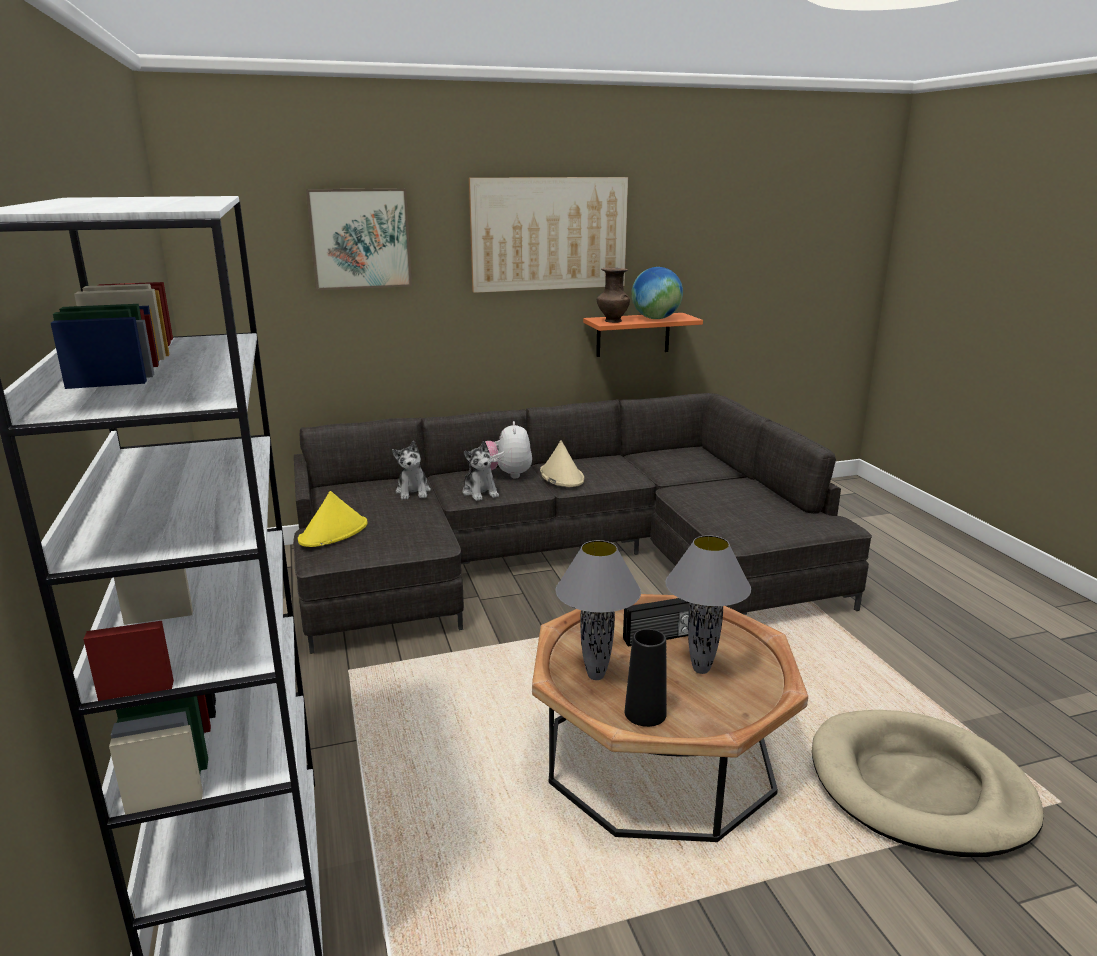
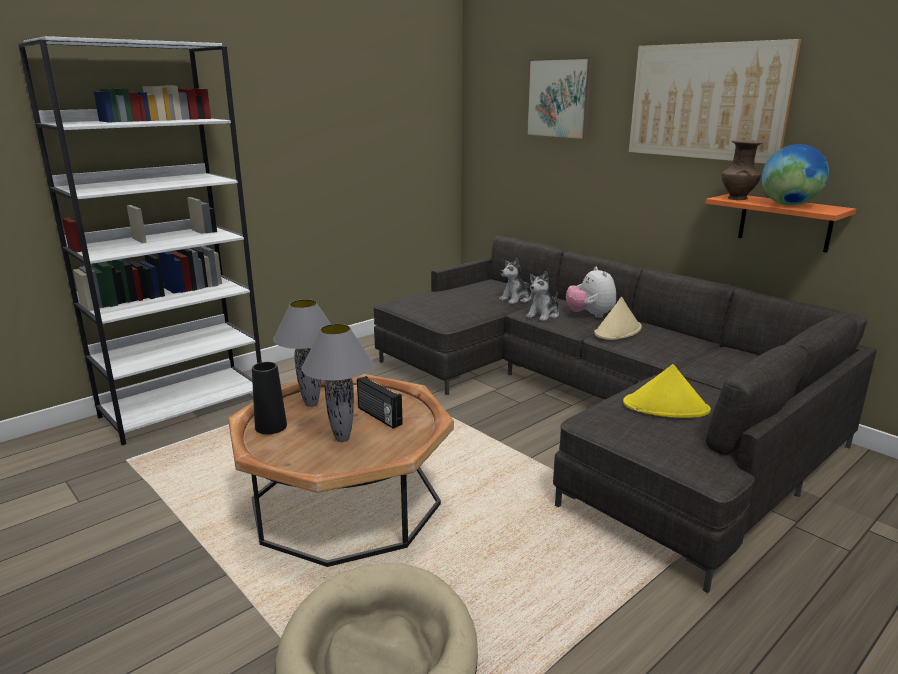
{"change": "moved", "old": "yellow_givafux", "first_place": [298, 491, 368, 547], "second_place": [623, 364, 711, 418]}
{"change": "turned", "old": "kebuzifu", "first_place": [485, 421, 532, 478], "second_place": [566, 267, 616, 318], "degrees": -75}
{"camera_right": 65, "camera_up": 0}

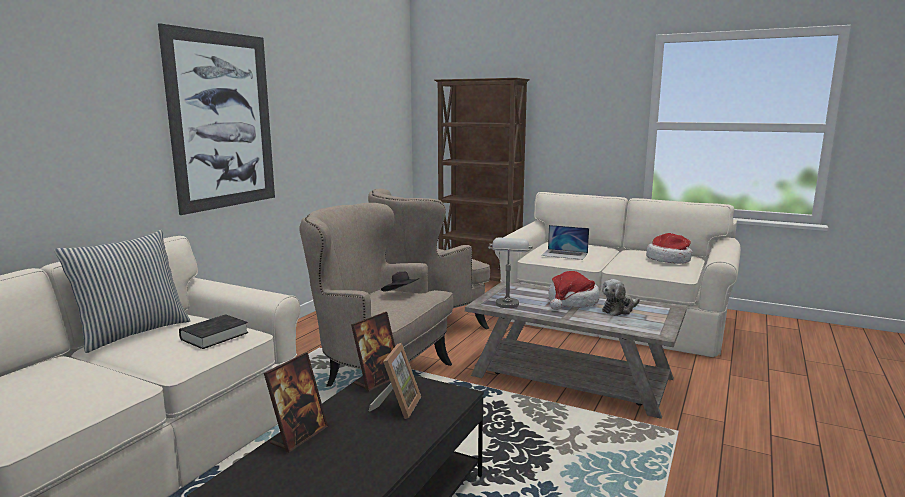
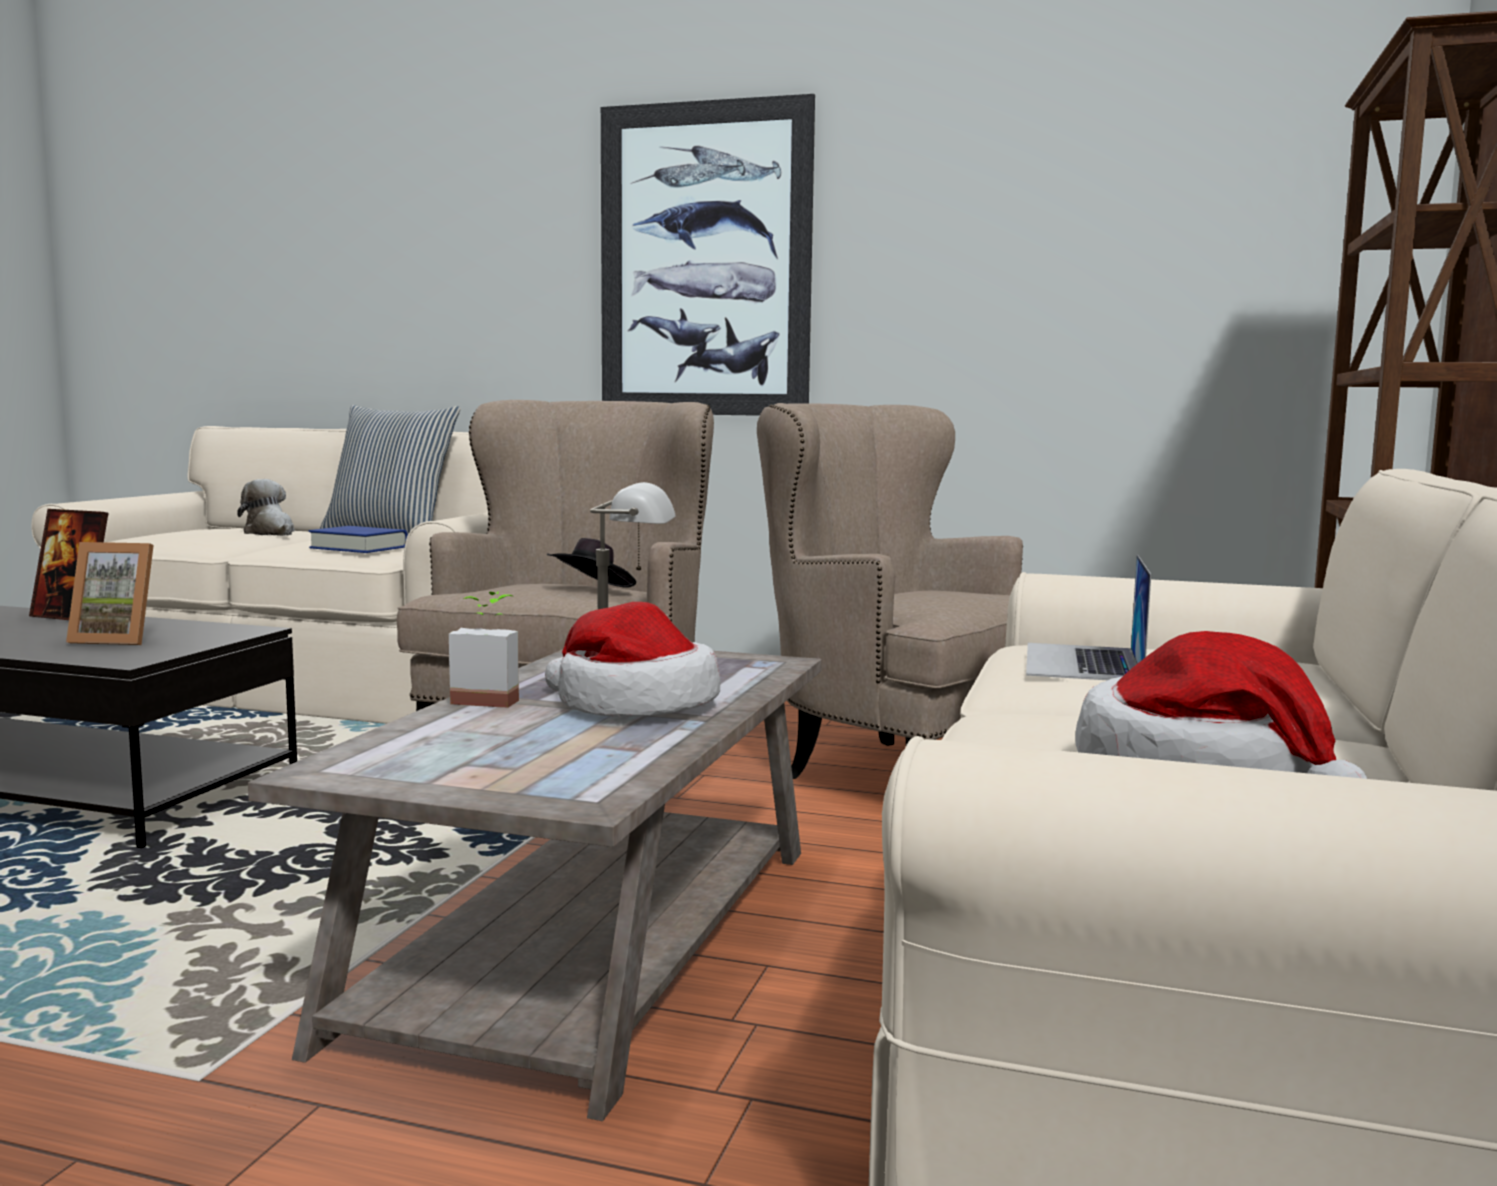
{"change": "removed", "old": "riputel", "first_place": [351, 312, 395, 391]}
{"change": "added", "new": "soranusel", "second_place": [449, 591, 519, 708]}
{"change": "moved", "old": "kebuzifu", "first_place": [602, 279, 640, 316], "second_place": [237, 479, 294, 536]}
{"change": "recoloured", "old": "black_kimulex", "new": "blue_kimulex", "first_place": [179, 314, 248, 349], "second_place": [309, 526, 408, 553]}
{"camera_right": 80, "camera_up": -5}

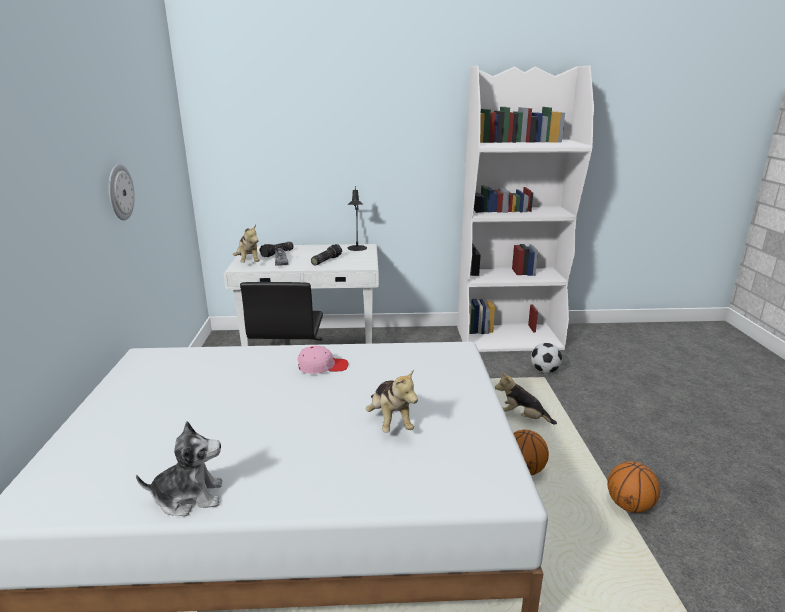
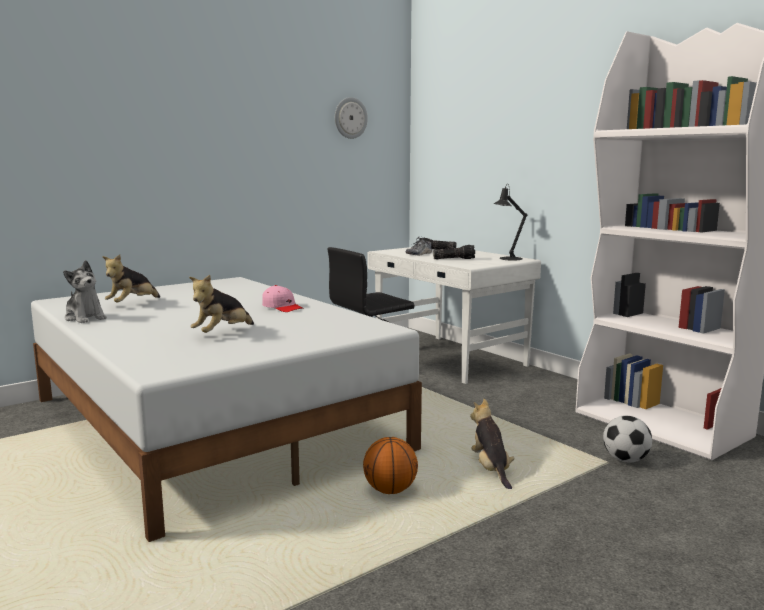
{"change": "removed", "old": "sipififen", "first_place": [607, 461, 660, 513]}
{"change": "moved", "old": "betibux", "first_place": [109, 164, 135, 220], "second_place": [335, 97, 368, 139]}
{"change": "moved", "old": "kebuzifu", "first_place": [233, 225, 259, 263], "second_place": [102, 254, 160, 303]}
{"camera_right": 55, "camera_up": -10}

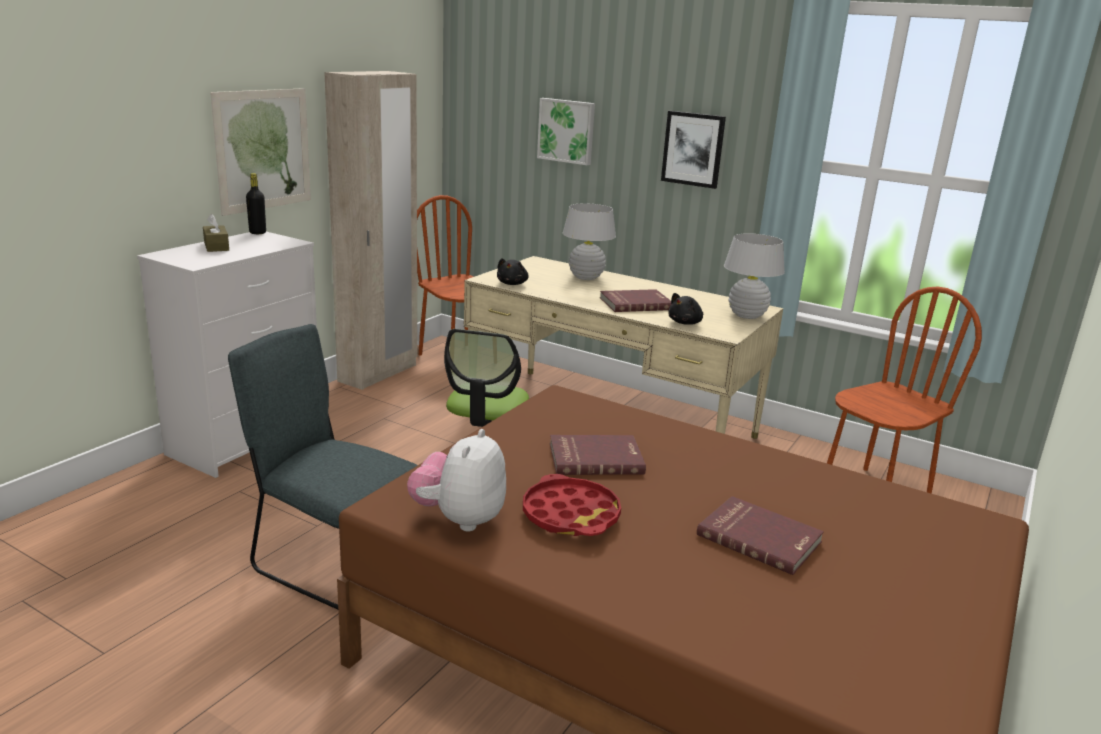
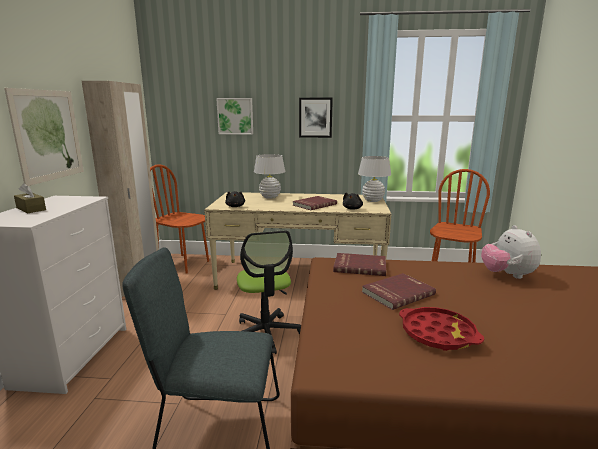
{"change": "removed", "old": "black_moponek", "first_place": [246, 173, 266, 234]}
{"change": "moved", "old": "kebuzifu", "first_place": [407, 429, 506, 532], "second_place": [481, 225, 541, 279]}
{"change": "moved", "old": "red_kimulex", "first_place": [697, 496, 824, 575], "second_place": [333, 253, 386, 276]}
{"camera_right": -25, "camera_up": -5}

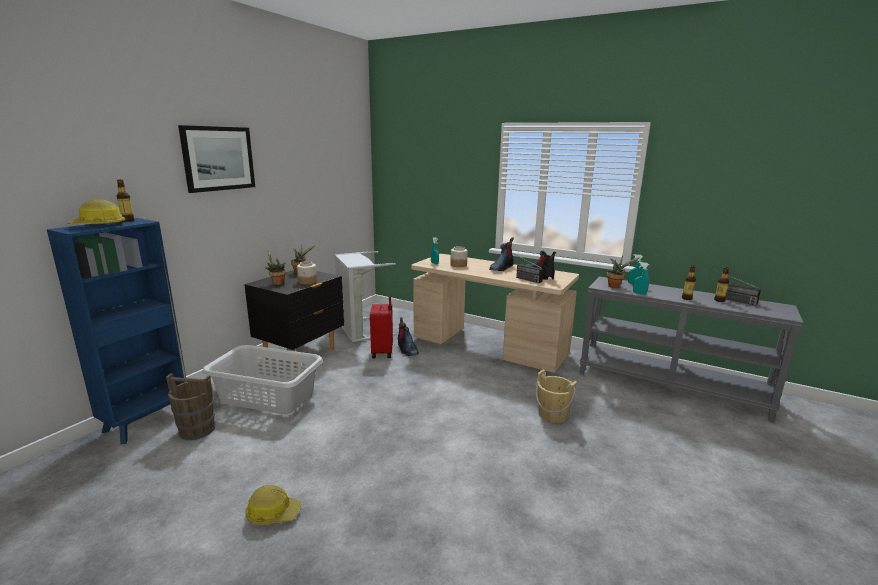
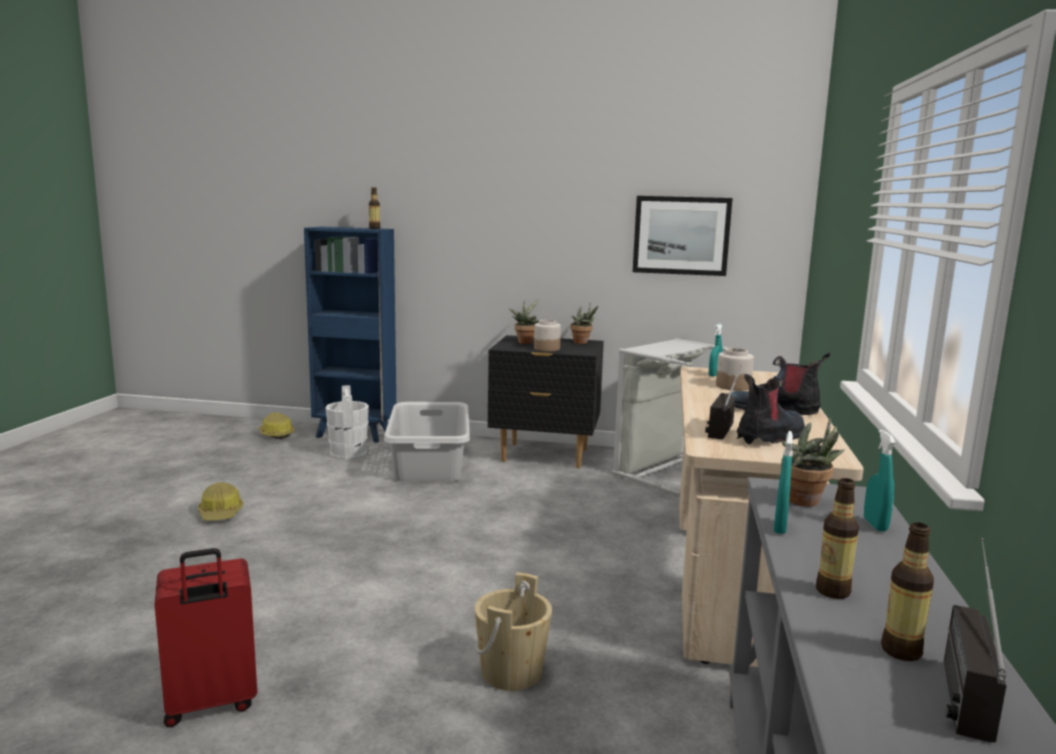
{"change": "removed", "old": "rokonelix", "first_place": [398, 317, 419, 356]}
{"change": "moved", "old": "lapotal", "first_place": [68, 199, 126, 226], "second_place": [258, 412, 295, 439]}
{"change": "moved", "old": "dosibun", "first_place": [178, 125, 255, 193], "second_place": [633, 196, 733, 276]}
{"change": "moved", "old": "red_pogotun", "first_place": [370, 294, 393, 358], "second_place": [155, 548, 257, 727]}
{"change": "recoloured", "old": "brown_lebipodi", "new": "white_lebipodi", "first_place": [166, 373, 215, 440], "second_place": [325, 385, 369, 460]}
{"camera_right": 70, "camera_up": -5}

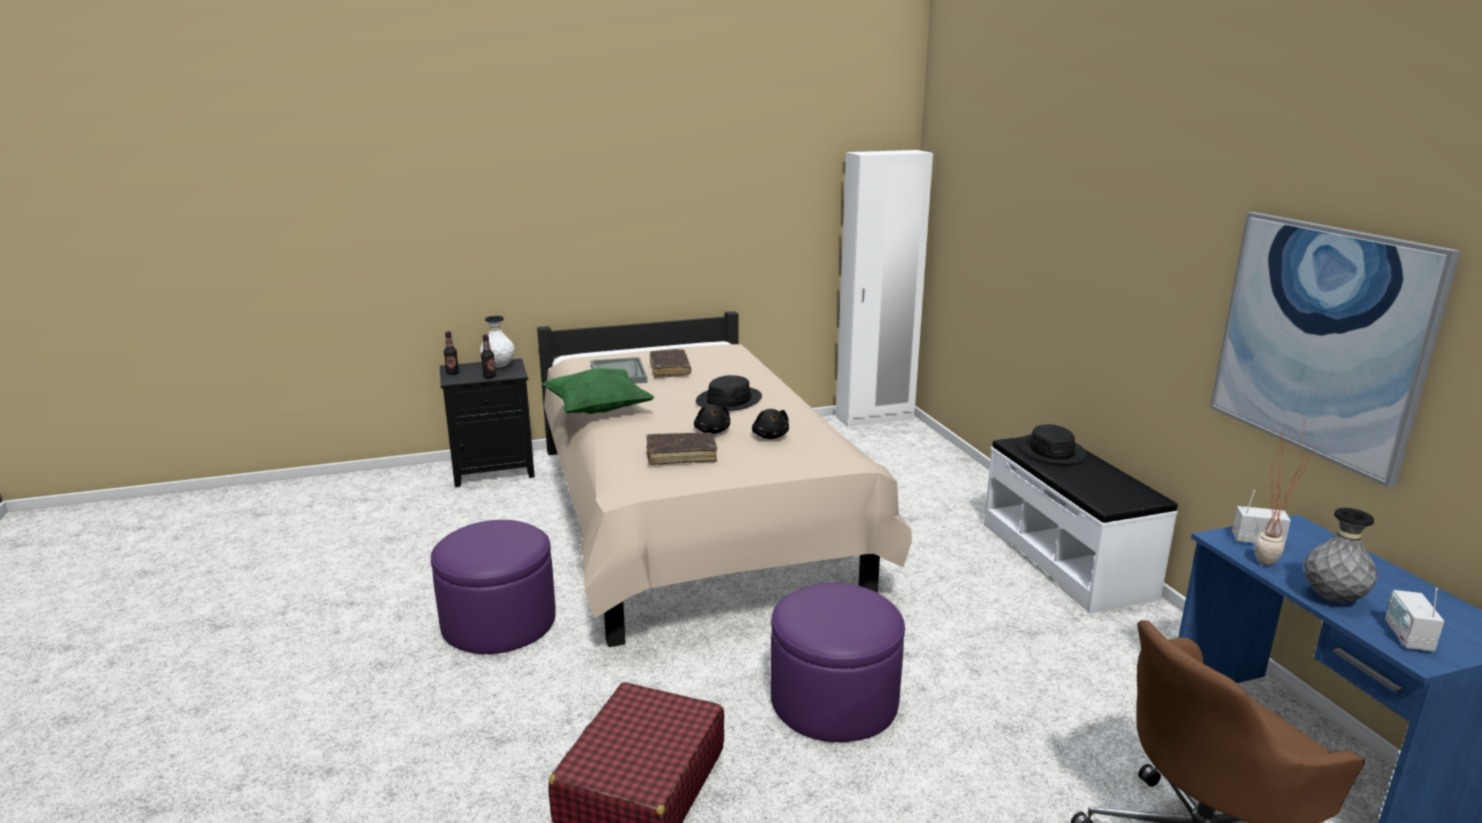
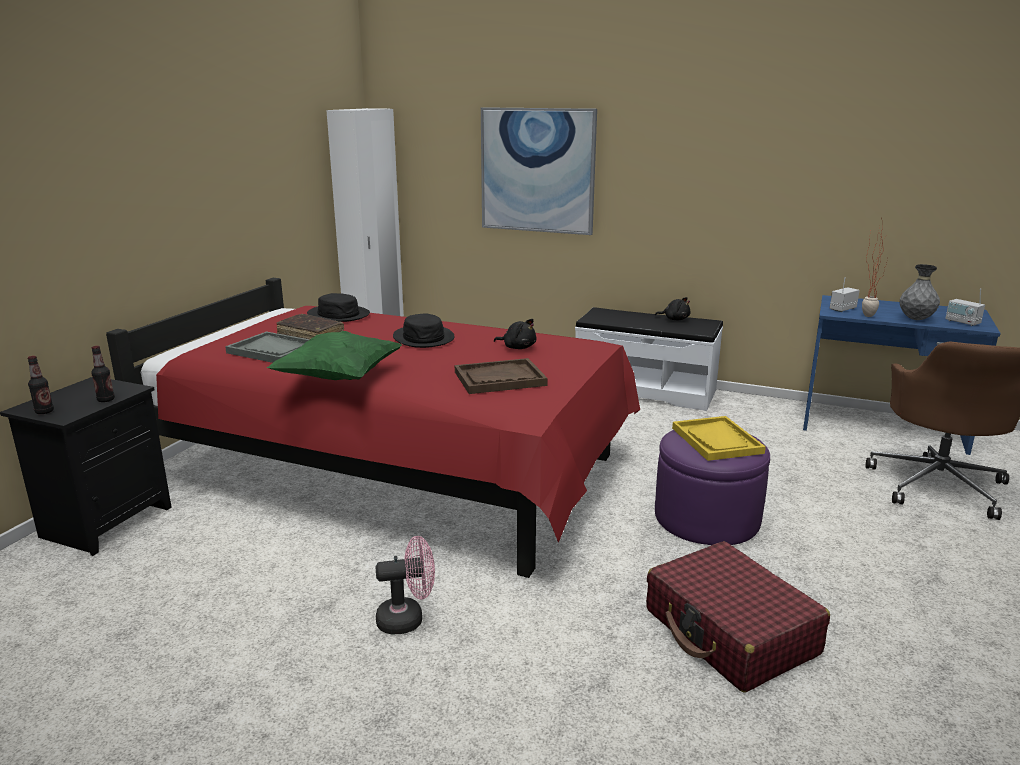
{"change": "removed", "old": "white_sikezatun", "first_place": [480, 316, 515, 368]}
{"change": "added", "new": "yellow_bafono", "second_place": [672, 416, 766, 461]}
{"change": "moved", "old": "black_kebuzifu", "first_place": [694, 404, 730, 434], "second_place": [655, 297, 690, 320]}
{"change": "moved", "old": "black_givafux", "first_place": [1018, 425, 1087, 464], "second_place": [307, 293, 370, 322]}
{"change": "moved", "old": "dosibun", "first_place": [1210, 212, 1461, 487], "second_place": [481, 107, 597, 235]}
{"change": "replaced", "old": "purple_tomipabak", "new": "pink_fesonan", "first_place": [431, 520, 556, 654], "second_place": [375, 536, 435, 635]}
{"change": "replaced", "old": "brown_kimulex", "new": "brown_bafono", "first_place": [646, 432, 717, 465], "second_place": [455, 358, 548, 394]}
{"change": "recoloured", "old": "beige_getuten", "new": "red_getuten", "first_place": [537, 311, 912, 647], "second_place": [106, 278, 640, 578]}
{"camera_right": -50, "camera_up": 0}

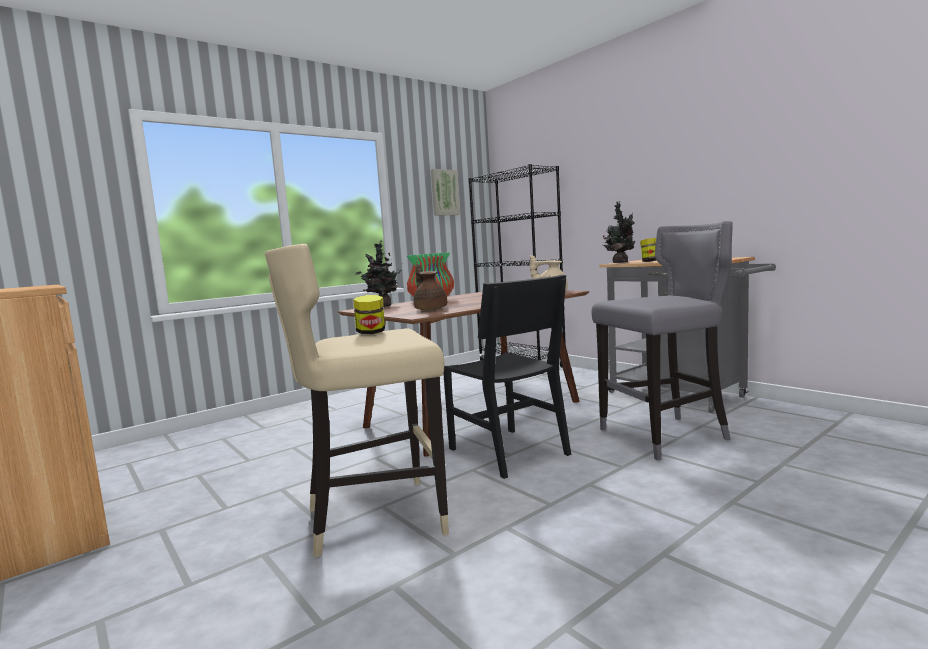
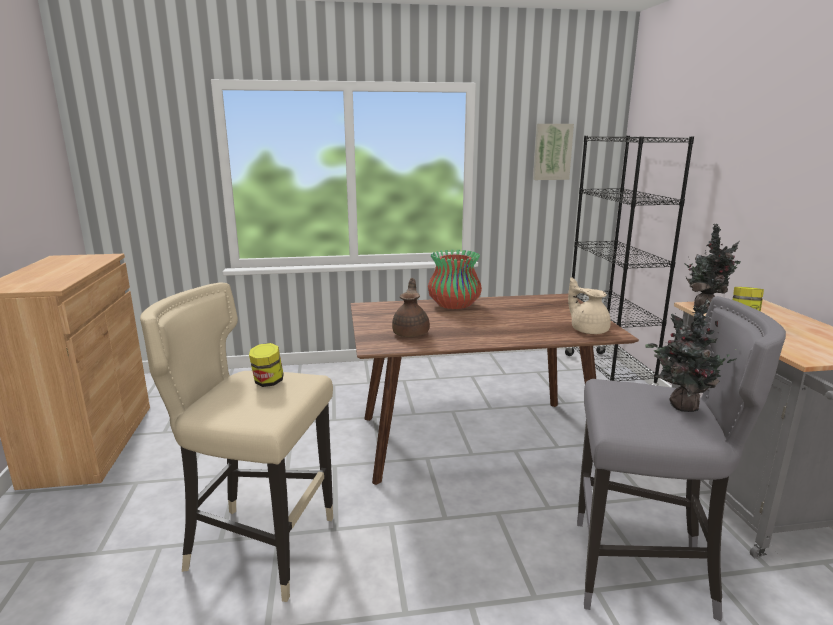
{"change": "removed", "old": "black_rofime", "first_place": [443, 275, 571, 479]}
{"change": "moved", "old": "soranusel", "first_place": [355, 241, 403, 307], "second_place": [645, 300, 736, 412]}
{"camera_right": 30, "camera_up": 10}

